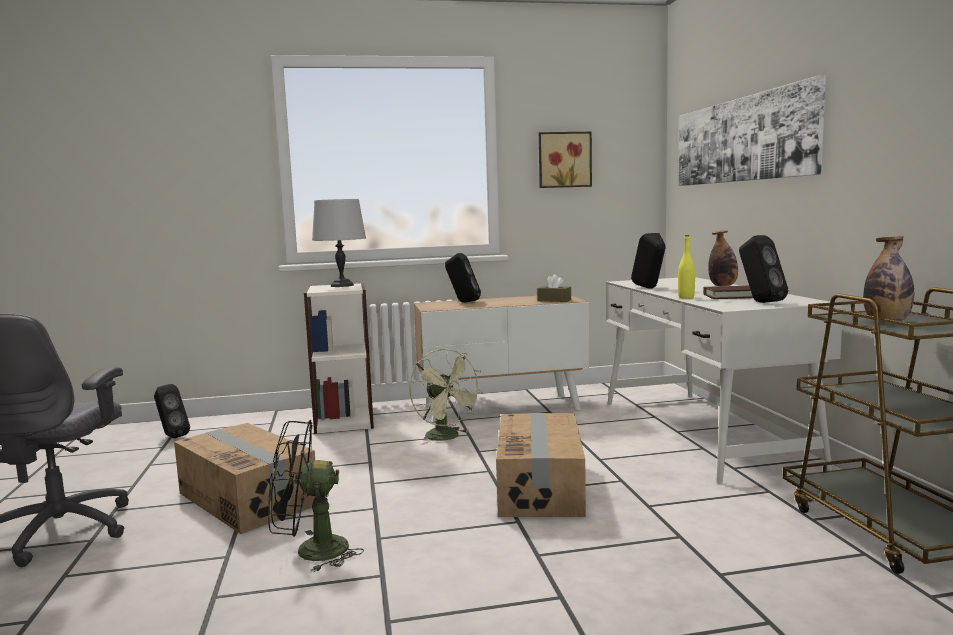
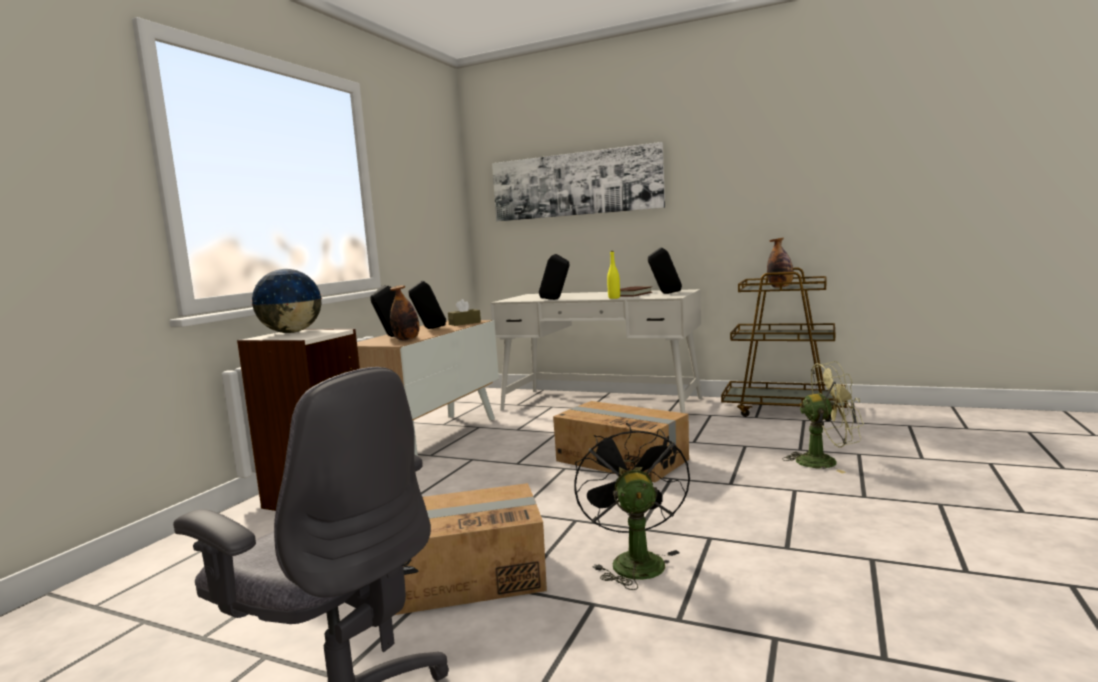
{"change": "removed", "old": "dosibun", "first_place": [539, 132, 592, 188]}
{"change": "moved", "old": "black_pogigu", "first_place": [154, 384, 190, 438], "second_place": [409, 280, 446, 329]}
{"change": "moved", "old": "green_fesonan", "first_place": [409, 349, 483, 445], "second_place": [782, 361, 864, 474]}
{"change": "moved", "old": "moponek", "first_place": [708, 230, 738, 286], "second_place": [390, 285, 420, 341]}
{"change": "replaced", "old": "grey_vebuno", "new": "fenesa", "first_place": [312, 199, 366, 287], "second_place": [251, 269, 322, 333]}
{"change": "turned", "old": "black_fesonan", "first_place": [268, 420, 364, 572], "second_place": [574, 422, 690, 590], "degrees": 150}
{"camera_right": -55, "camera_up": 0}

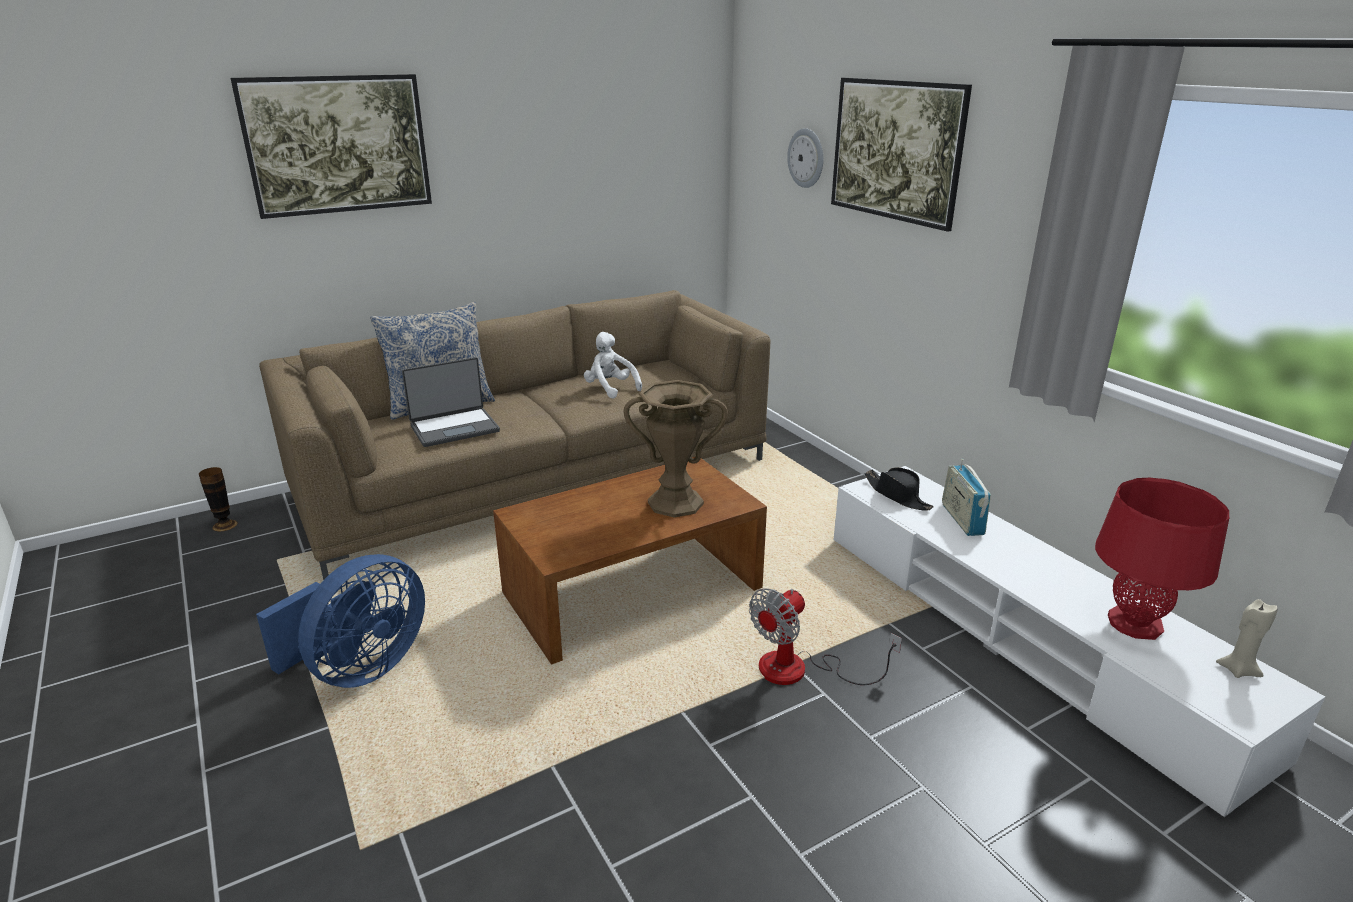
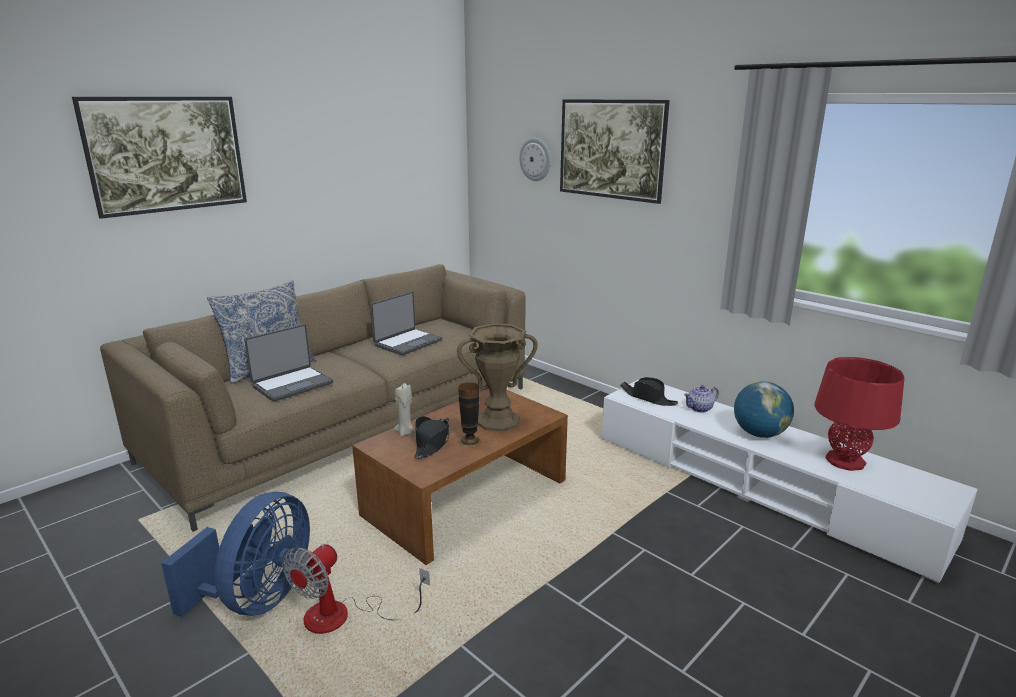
{"change": "added", "new": "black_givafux", "second_place": [414, 416, 450, 459]}
{"change": "added", "new": "fenesa", "second_place": [734, 381, 794, 438]}
{"change": "moved", "old": "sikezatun", "first_place": [199, 467, 238, 531], "second_place": [458, 382, 481, 447]}
{"change": "moved", "old": "fesonan", "first_place": [749, 588, 902, 685], "second_place": [283, 544, 430, 634]}
{"change": "moved", "old": "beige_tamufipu", "first_place": [1216, 599, 1278, 678], "second_place": [394, 383, 416, 437]}
{"change": "replaced", "old": "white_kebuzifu", "new": "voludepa", "first_place": [584, 332, 642, 399], "second_place": [370, 292, 442, 355]}
{"change": "replaced", "old": "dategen", "new": "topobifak", "first_place": [942, 459, 991, 536], "second_place": [684, 385, 719, 413]}
{"camera_right": -15, "camera_up": -5}

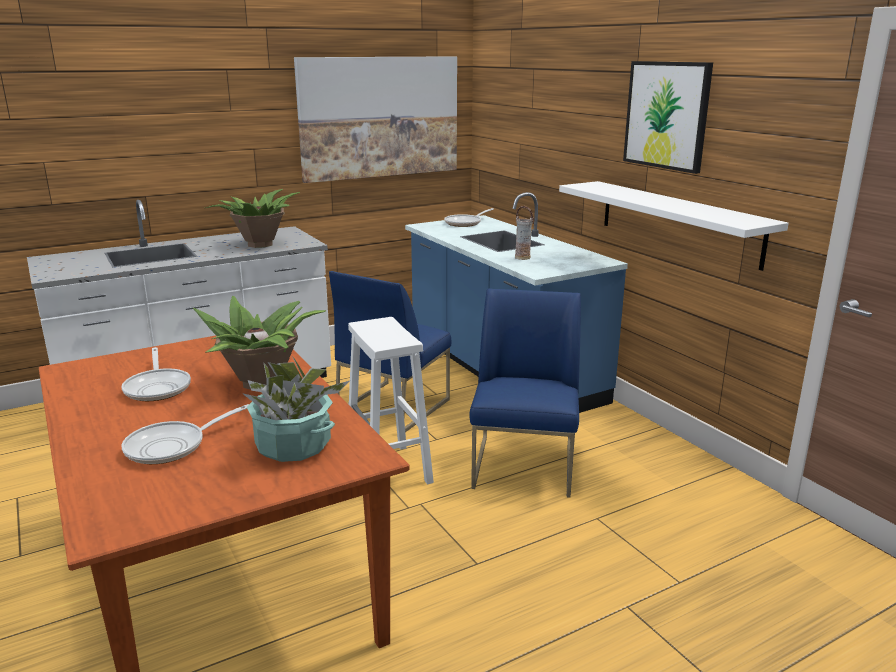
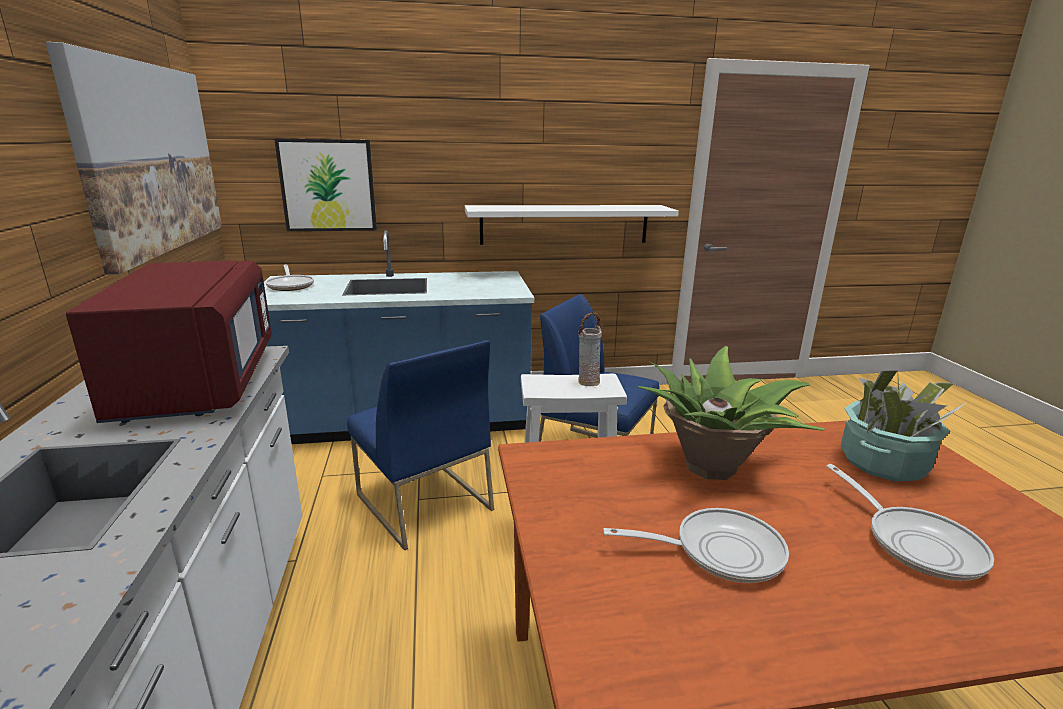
{"change": "moved", "old": "sikezatun", "first_place": [515, 206, 534, 260], "second_place": [578, 312, 603, 386]}
{"change": "moved", "old": "dosibun", "first_place": [623, 61, 713, 174], "second_place": [274, 138, 377, 231]}
{"change": "replaced", "old": "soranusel", "new": "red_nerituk", "first_place": [206, 189, 300, 248], "second_place": [66, 261, 272, 423]}
{"camera_right": -70, "camera_up": 0}

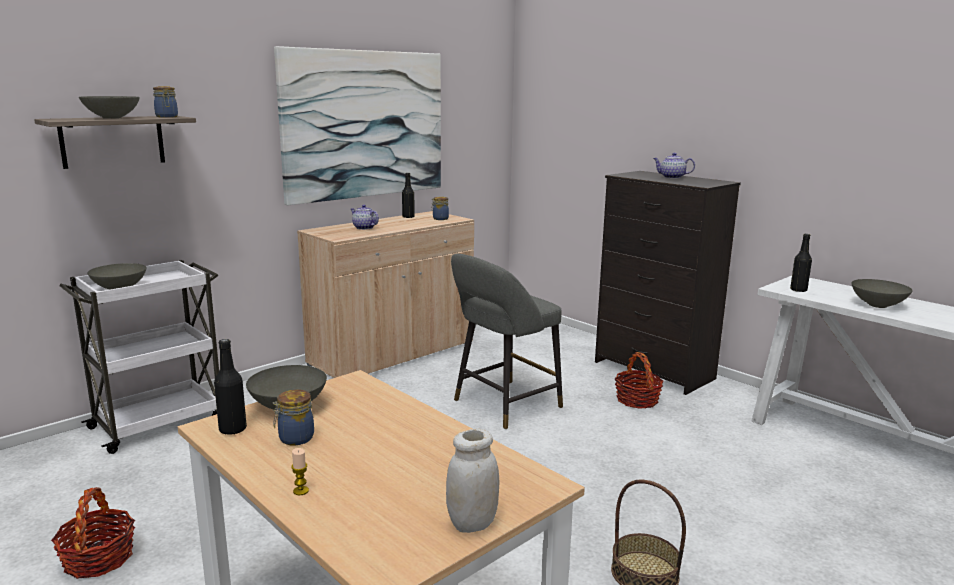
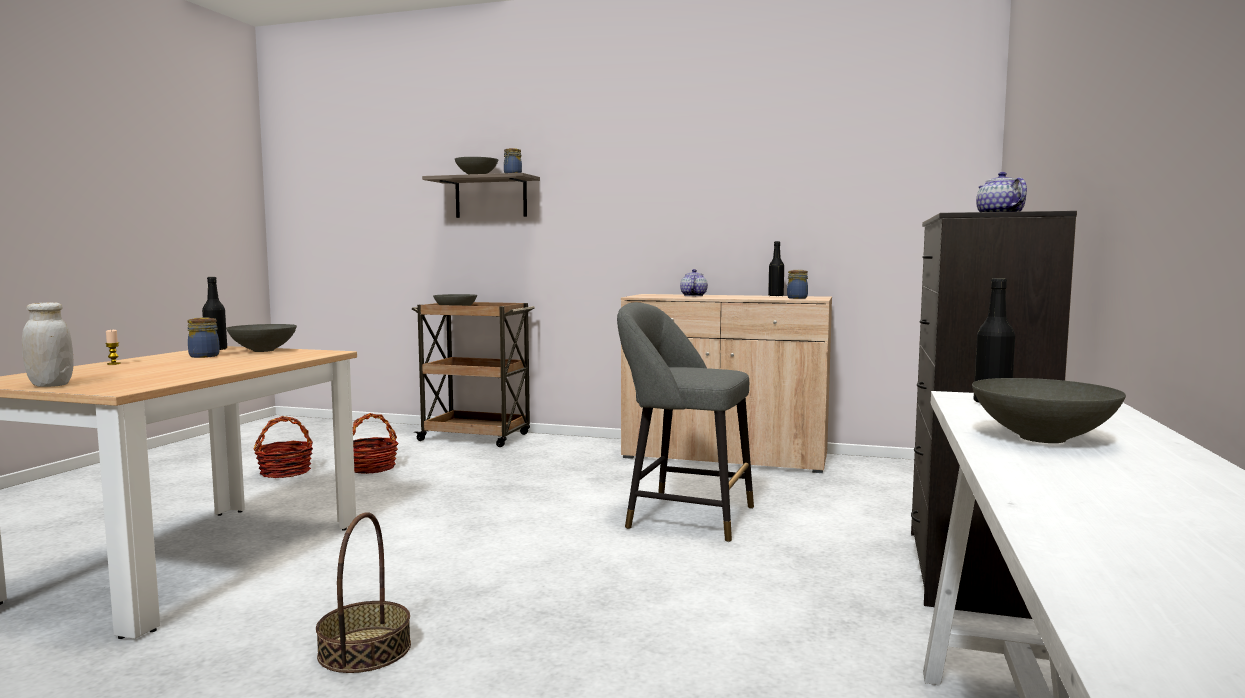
{"change": "removed", "old": "dosibun", "first_place": [274, 46, 441, 205]}
{"change": "moved", "old": "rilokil", "first_place": [615, 352, 664, 409], "second_place": [353, 413, 399, 474]}
{"change": "recoloured", "old": "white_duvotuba", "new": "brown_duvotuba", "first_place": [60, 260, 219, 454], "second_place": [412, 302, 535, 447]}
{"camera_right": 60, "camera_up": -10}

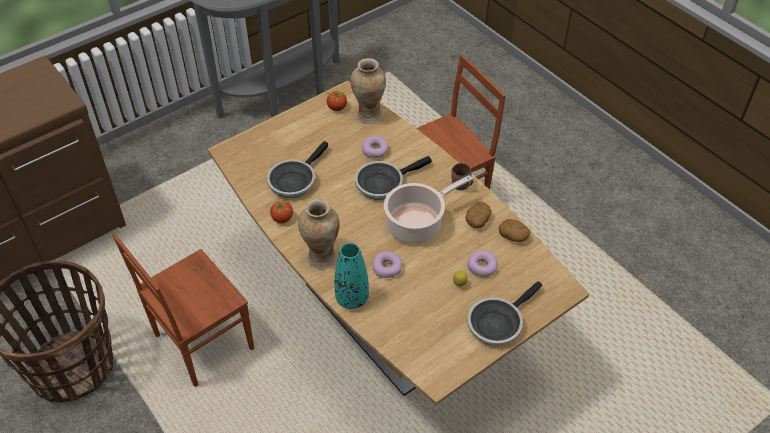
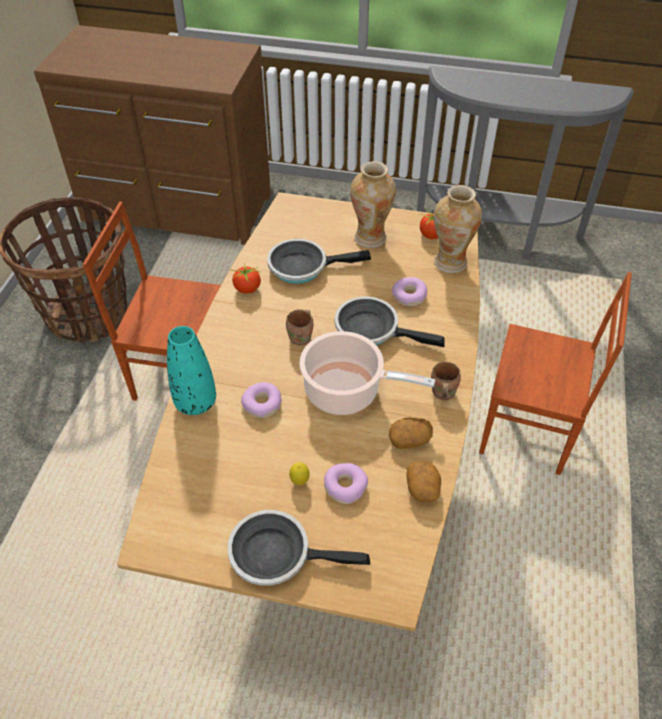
{"change": "added", "new": "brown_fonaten", "second_place": [286, 309, 313, 346]}
{"change": "moved", "old": "sikezatun", "first_place": [298, 199, 340, 269], "second_place": [350, 161, 396, 248]}
{"camera_right": 50, "camera_up": 0}

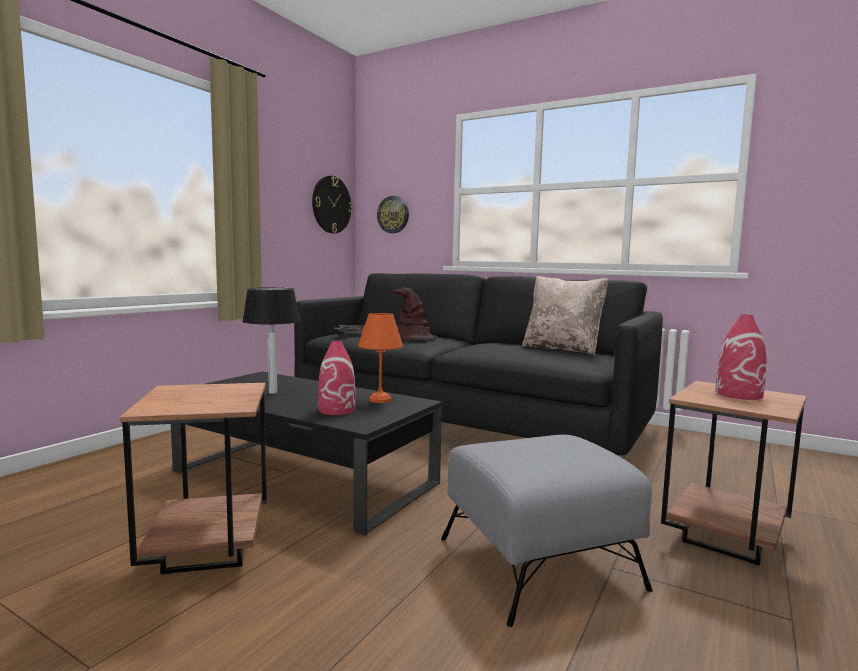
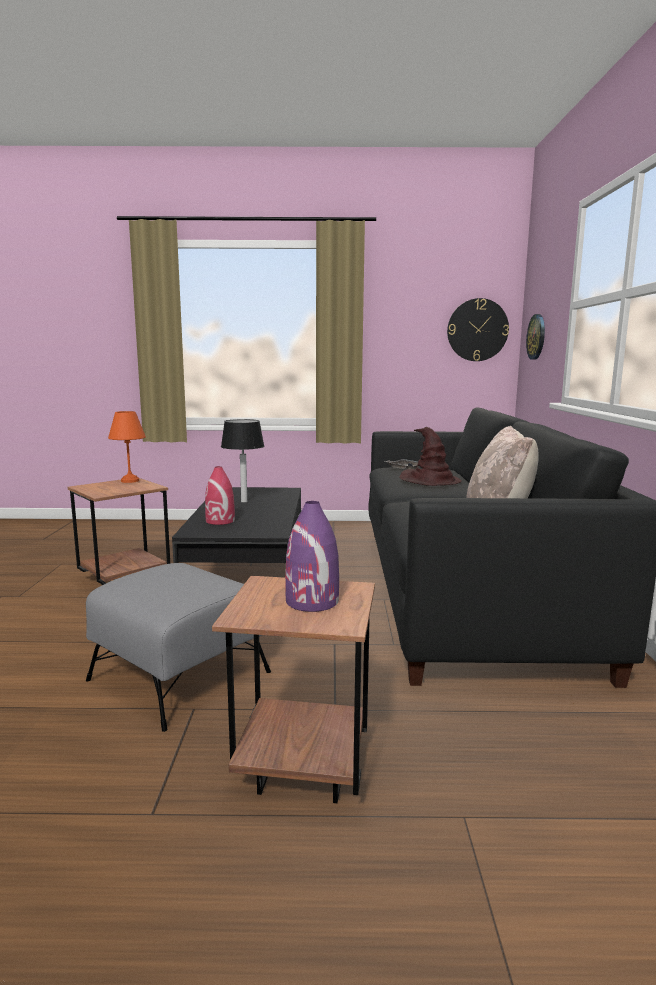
{"change": "moved", "old": "orange_vebuno", "first_place": [358, 313, 403, 403], "second_place": [108, 411, 146, 483]}
{"change": "recoloured", "old": "red_sikezatun", "new": "purple_sikezatun", "first_place": [715, 314, 767, 400], "second_place": [285, 501, 339, 612]}
{"camera_right": 60, "camera_up": 5}

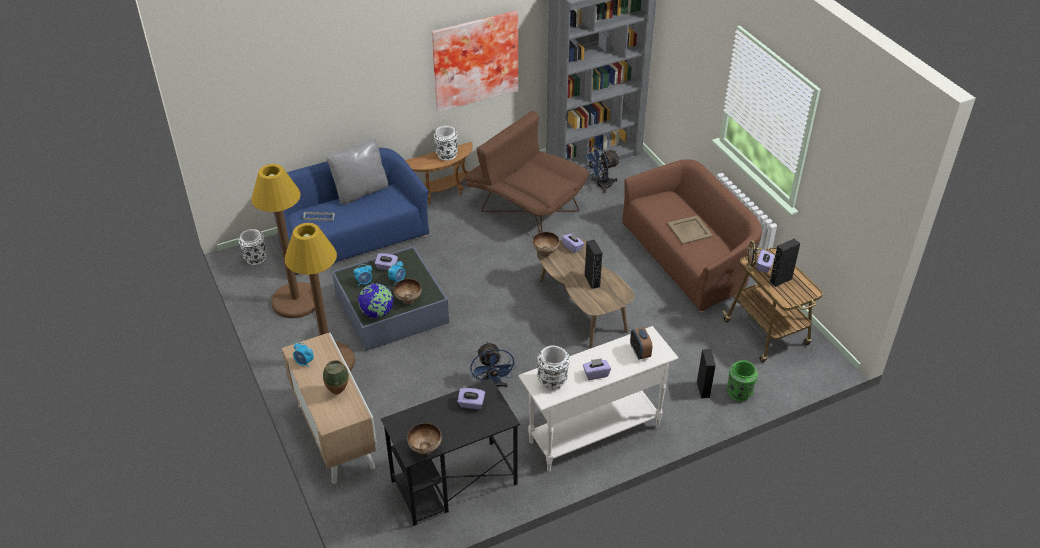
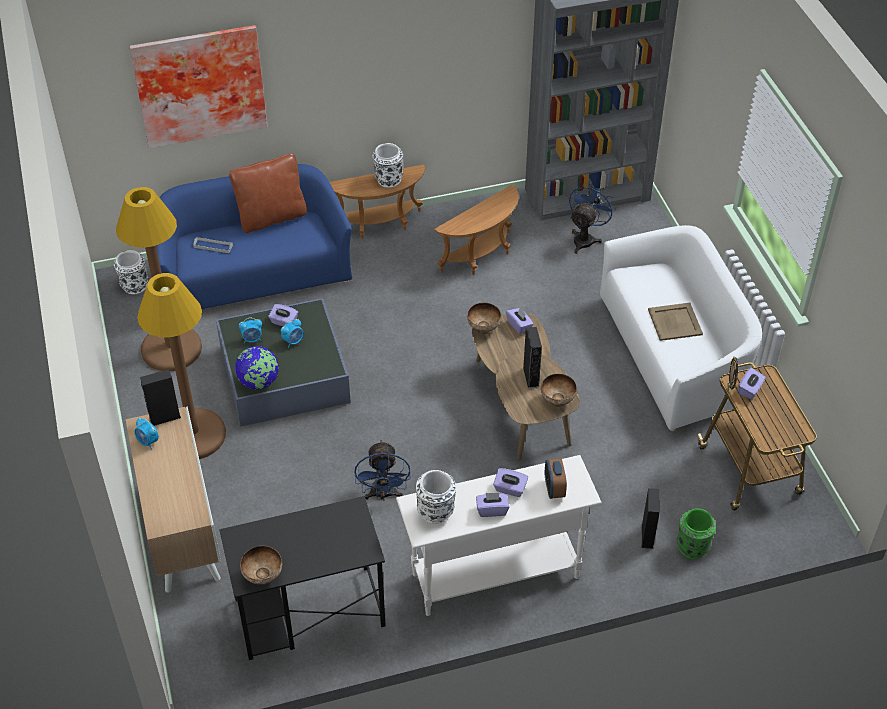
{"change": "removed", "old": "sikezatun", "first_place": [323, 360, 349, 394]}
{"change": "moved", "old": "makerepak", "first_place": [394, 279, 421, 304], "second_place": [541, 374, 577, 407]}
{"change": "moved", "old": "dosibun", "first_place": [432, 11, 518, 112], "second_place": [129, 25, 267, 148]}
{"change": "moved", "old": "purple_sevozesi", "first_place": [457, 388, 485, 409], "second_place": [493, 468, 528, 497]}
{"change": "moved", "old": "black_pogigu", "first_place": [770, 239, 800, 287], "second_place": [140, 369, 181, 426]}
{"change": "replaced", "old": "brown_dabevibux", "new": "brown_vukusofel", "first_place": [465, 111, 589, 233], "second_place": [434, 184, 519, 275]}
{"change": "recoloured", "old": "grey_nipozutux", "new": "brown_nipozutux", "first_place": [327, 138, 388, 205], "second_place": [229, 154, 307, 233]}
{"change": "recoloured", "old": "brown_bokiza", "new": "white_bokiza", "first_place": [622, 159, 762, 312], "second_place": [600, 225, 762, 431]}
{"change": "turned", "old": "blue_fesonan", "first_place": [583, 145, 620, 193], "second_place": [569, 183, 616, 254], "degrees": 135}
{"camera_right": 10, "camera_up": 5}

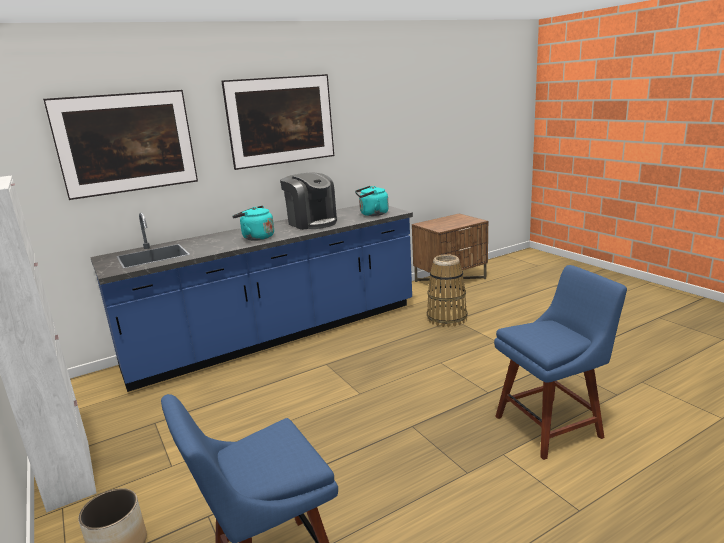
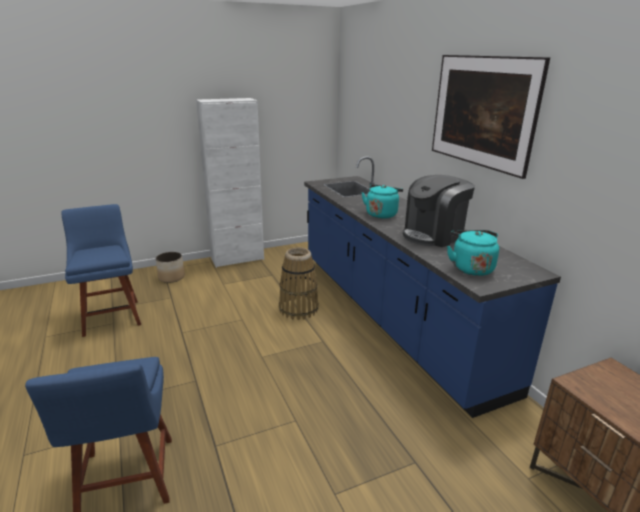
{"change": "removed", "old": "dosibun", "first_place": [43, 90, 198, 200]}
{"change": "moved", "old": "rilokil", "first_place": [427, 254, 468, 327], "second_place": [279, 247, 319, 320]}
{"camera_right": 95, "camera_up": 5}

